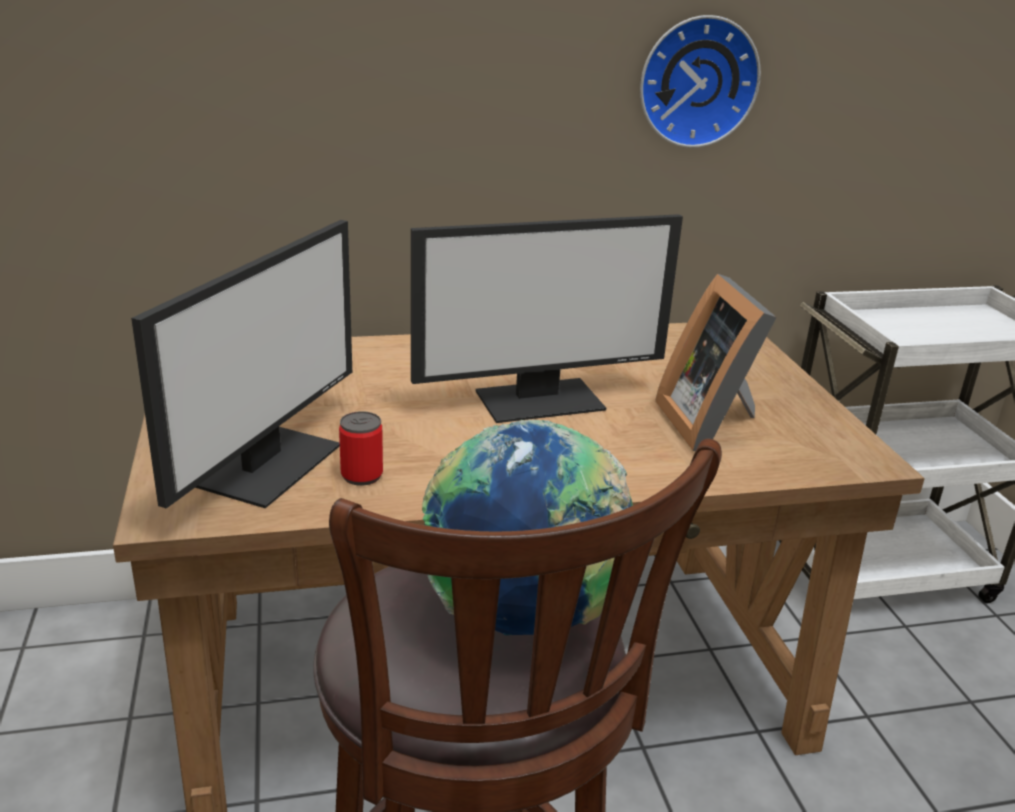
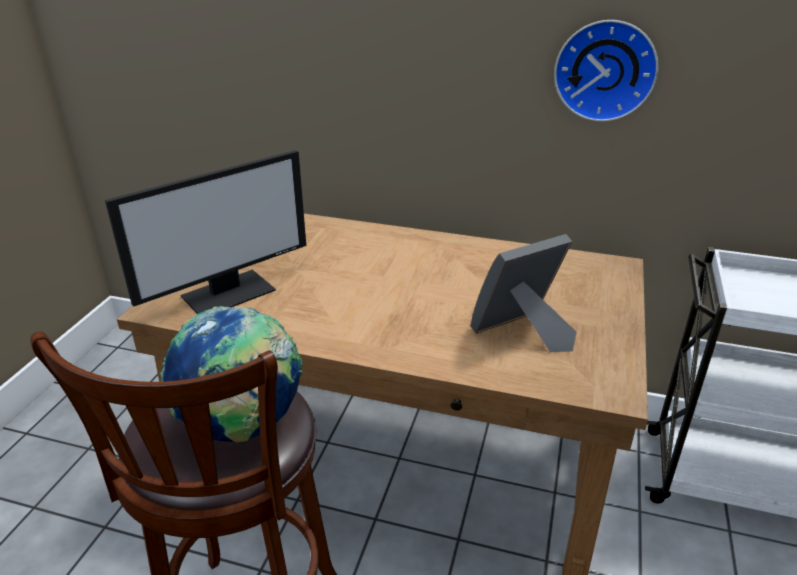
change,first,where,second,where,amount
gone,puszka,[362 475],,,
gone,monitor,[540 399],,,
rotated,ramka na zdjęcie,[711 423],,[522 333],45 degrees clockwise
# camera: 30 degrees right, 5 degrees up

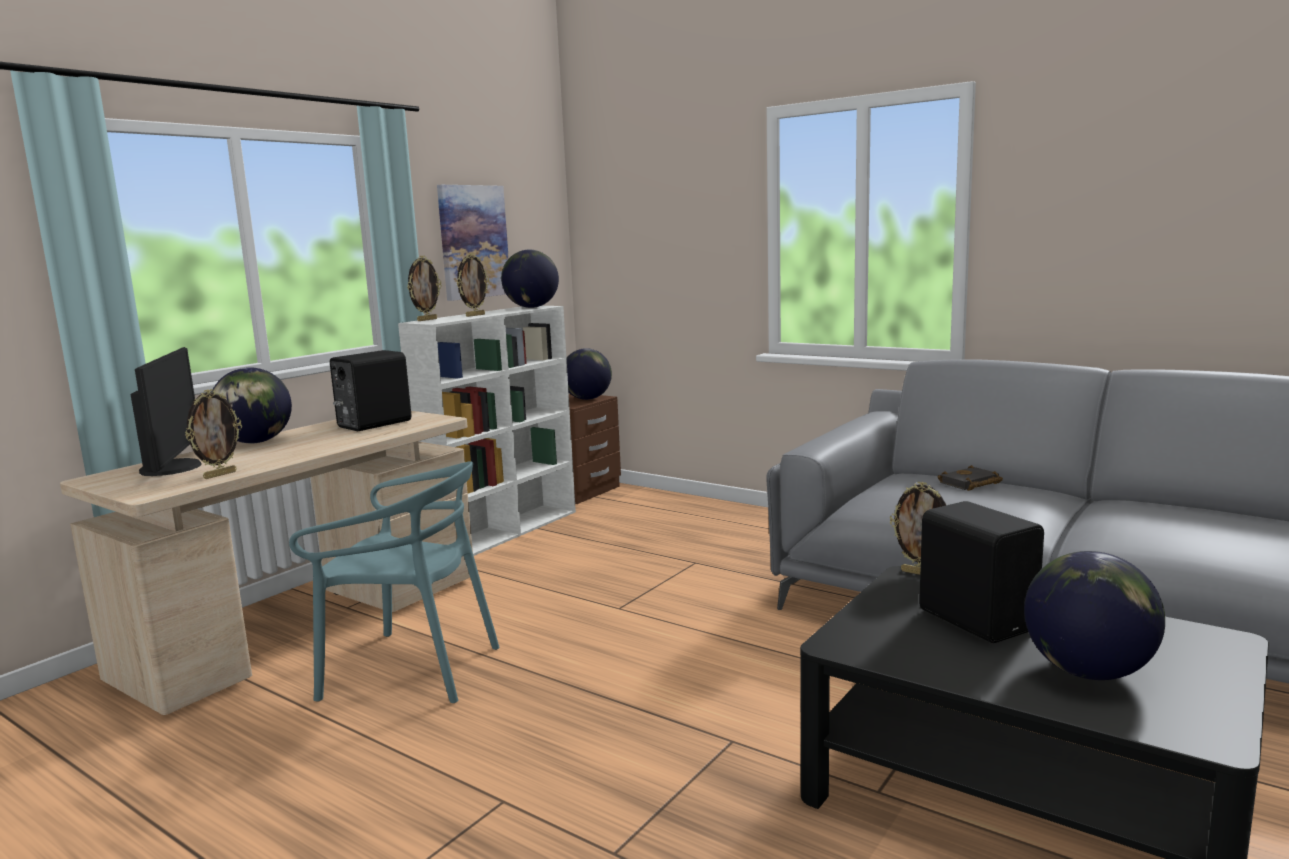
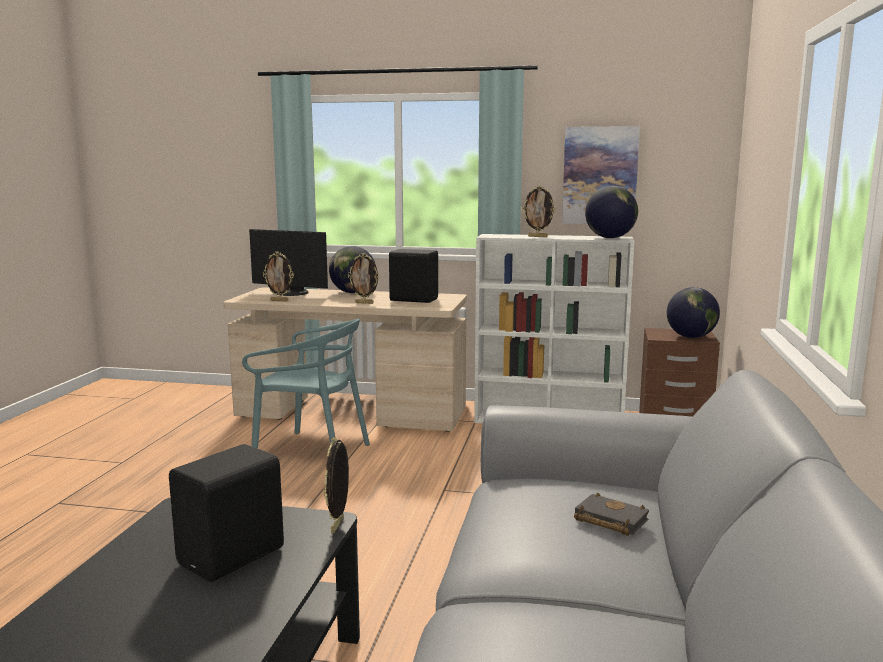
change,first,where,second,where,amount
gone,globus,[1087 672],,,
shifted,ramka na zdjęcie,[427 320],,[364 303],
rotated,monitor,[174 468],,[291 293],60 degrees clockwise
rotated,krzesło [turkusowy],[411 669],,[312 453],60 degrees counterclockwise
# camera: 65 degrees right, 0 degrees up

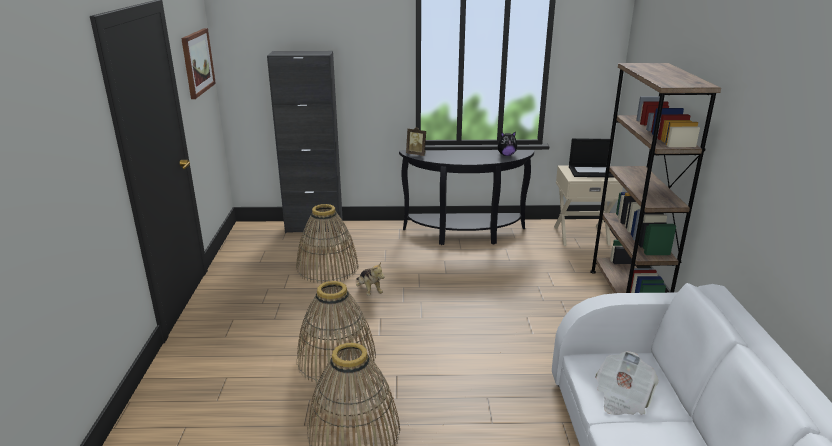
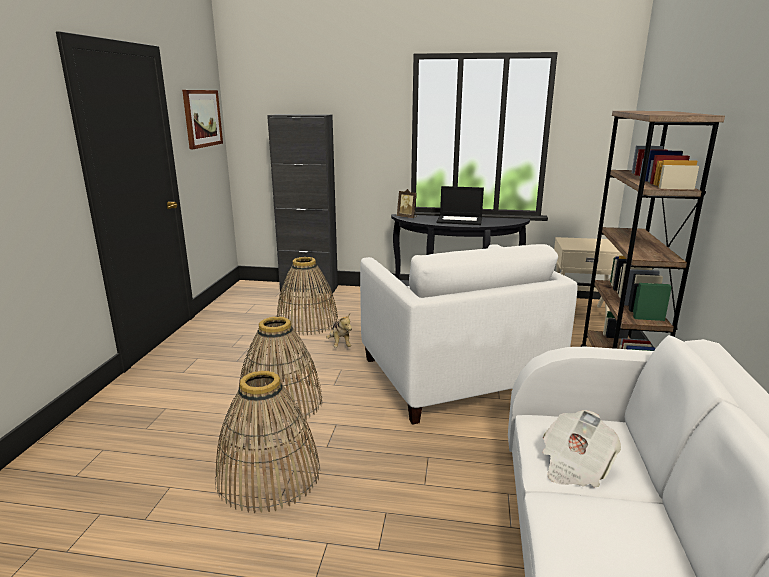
change,first,where,second,where,amount
gone,pluszak,[506 155],,,
new,,,fotel [biały],[455 375],
shifted,laptop,[592 171],,[460 220],
# camera: 10 degrees right, 5 degrees down

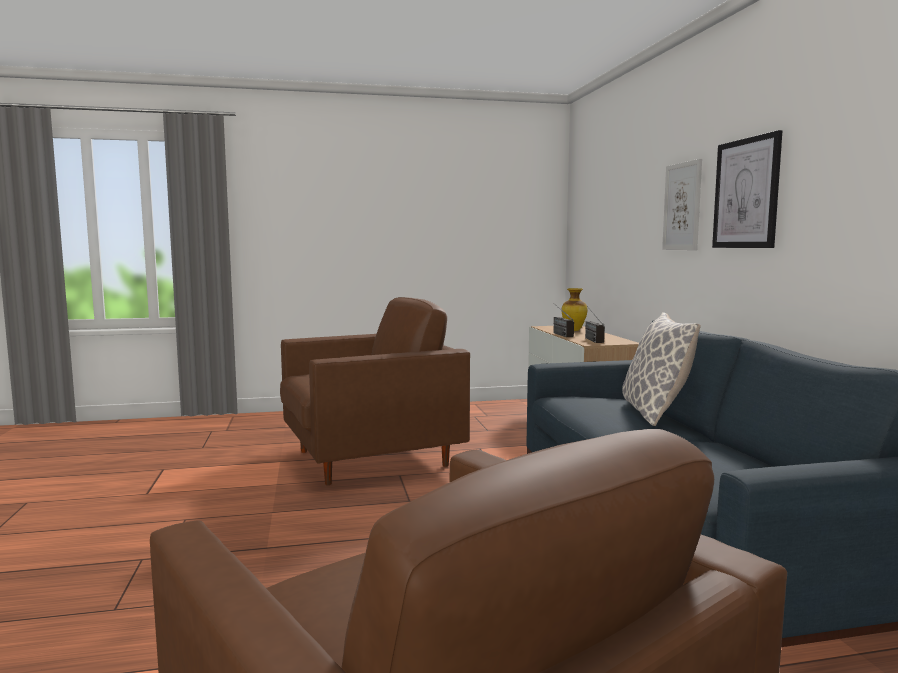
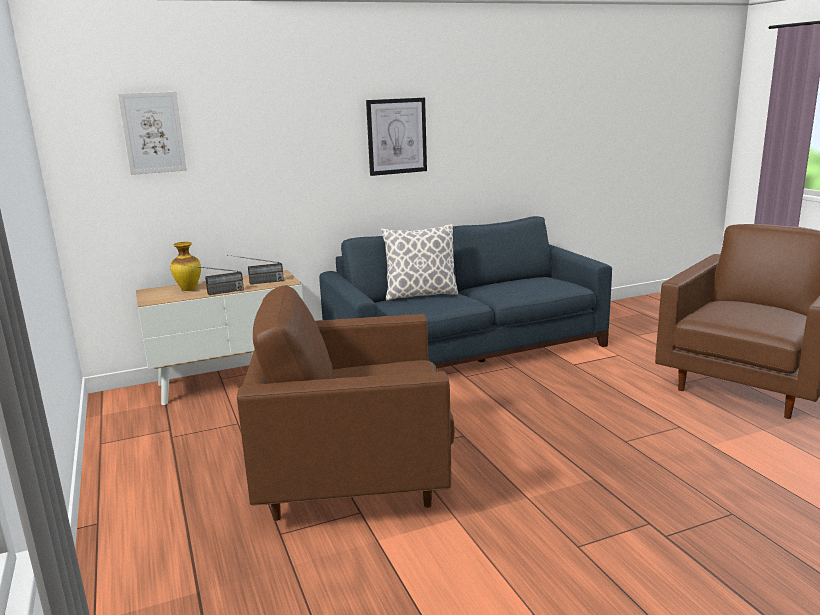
change,first,where,second,where,amount
shifted,obraz,[682 206],,[153 133],
rotated,fotel [brązowy],[370 459],,[354 476],60 degrees counterclockwise
# camera: 100 degrees left, 10 degrees up

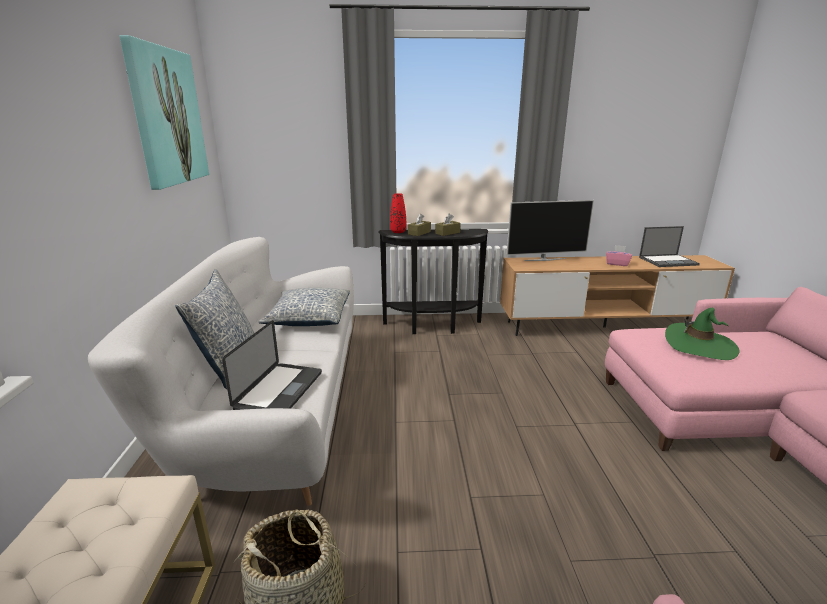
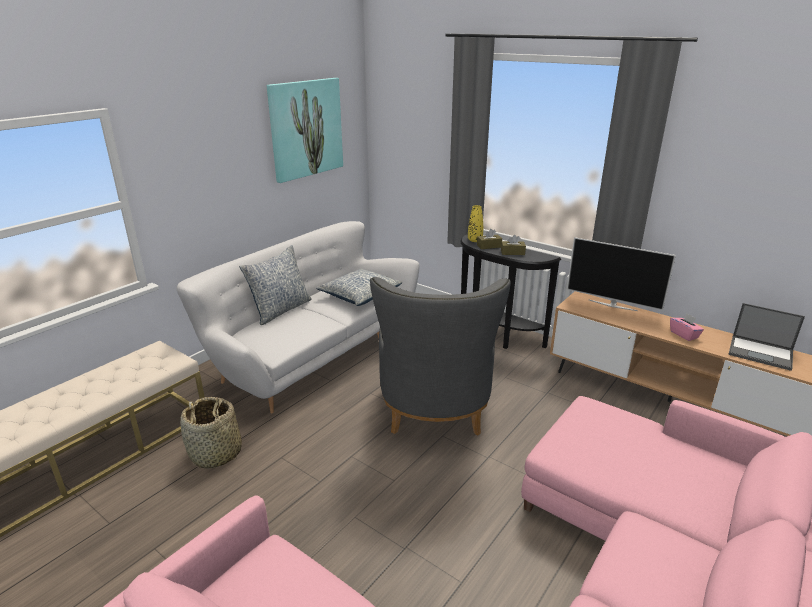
change,first,where,second,where,amount
gone,laptop,[279 391],,,
gone,kapelusz [zielony],[700 345],,,
new,,,fotel [szary],[434 416],
repainted,wazon [czerwony],[398 232],wazon [żółty],[475 240],
# camera: 40 degrees right, 5 degrees up

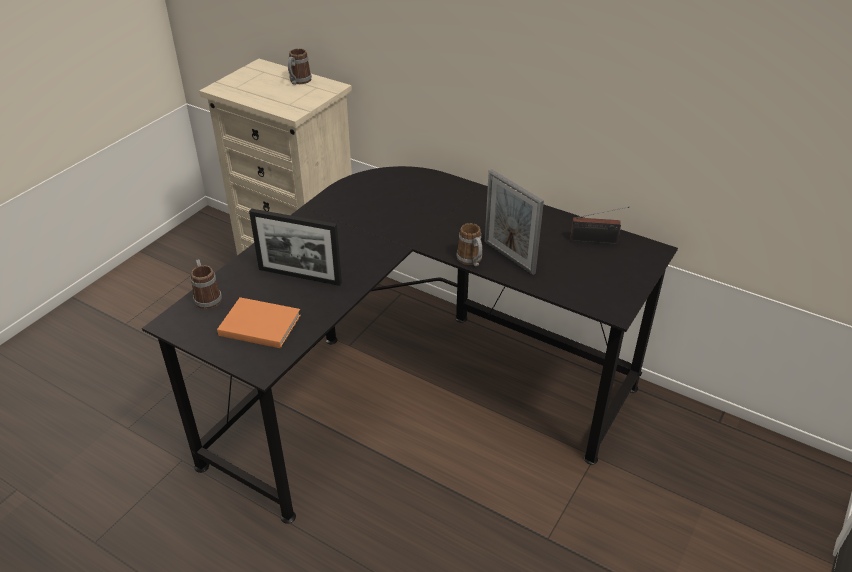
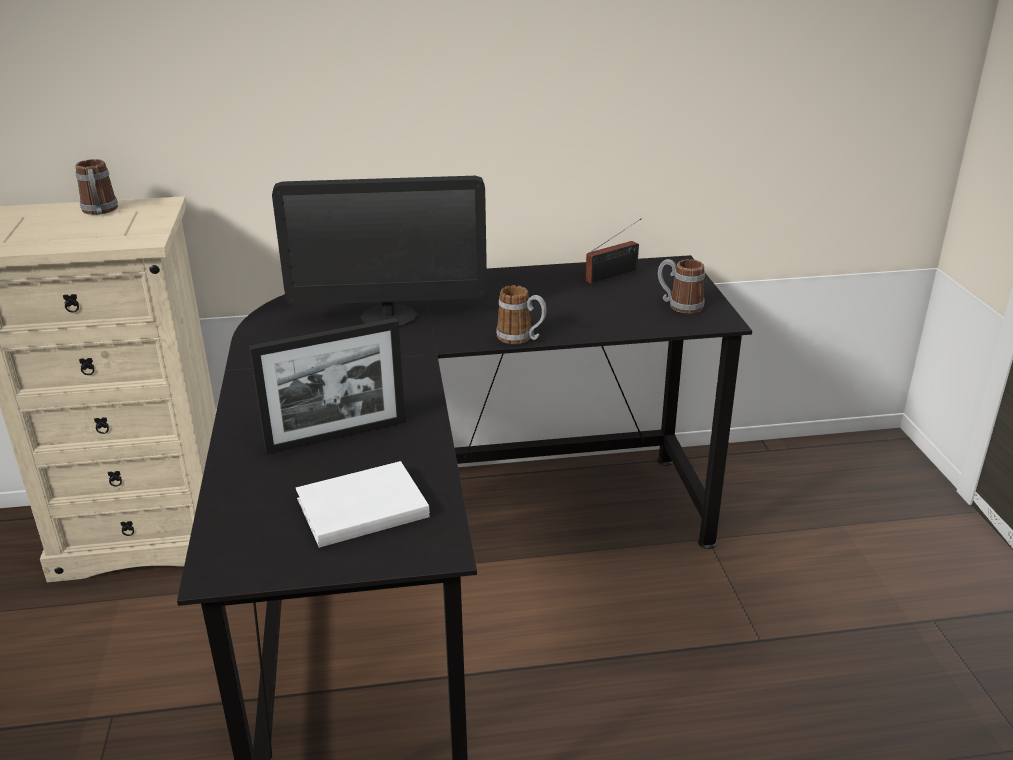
change,first,where,second,where,amount
gone,ramka na zdjęcie,[509 257],,,
new,,,monitor,[389 316],
shifted,kubek,[207 297],,[679 305],
repainted,książka [pomarańczowy],[258 324],książka [biały],[358 508],
# camera: 40 degrees left, 10 degrees down

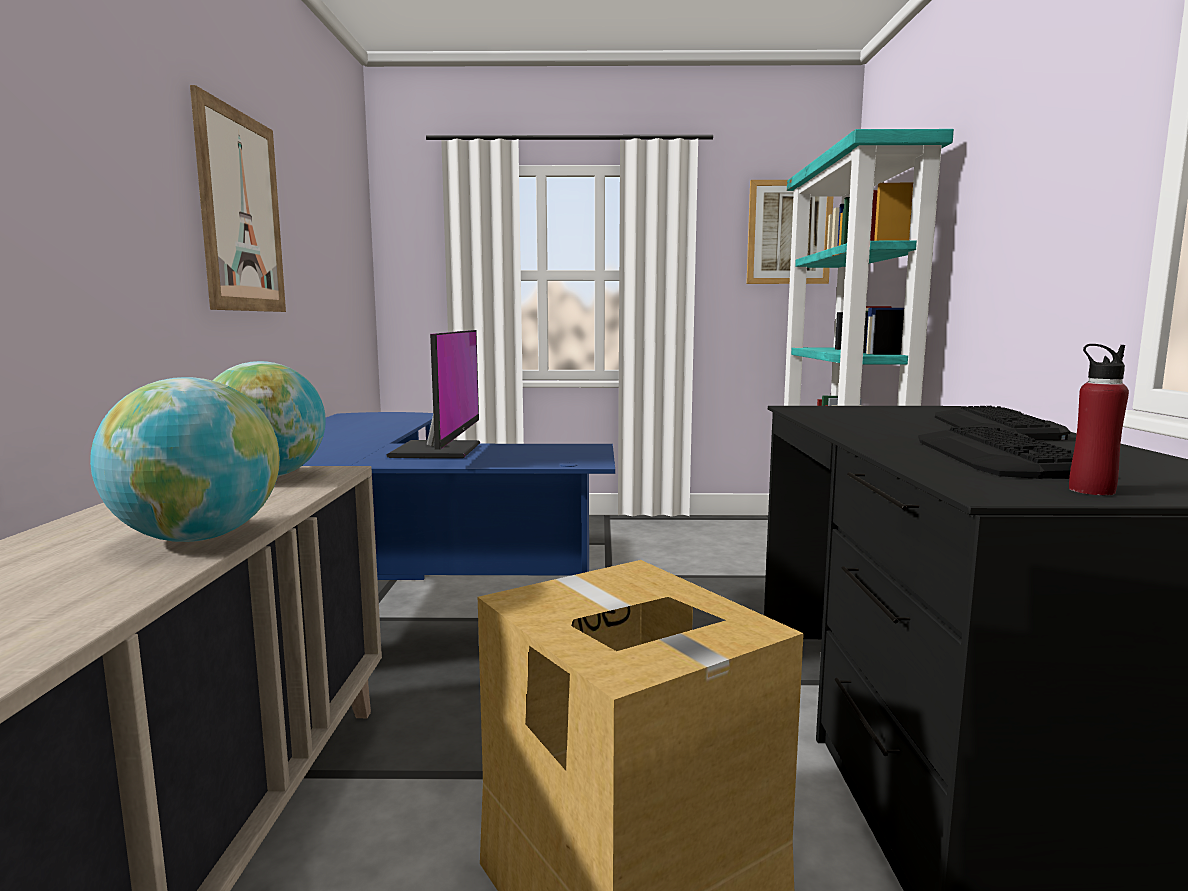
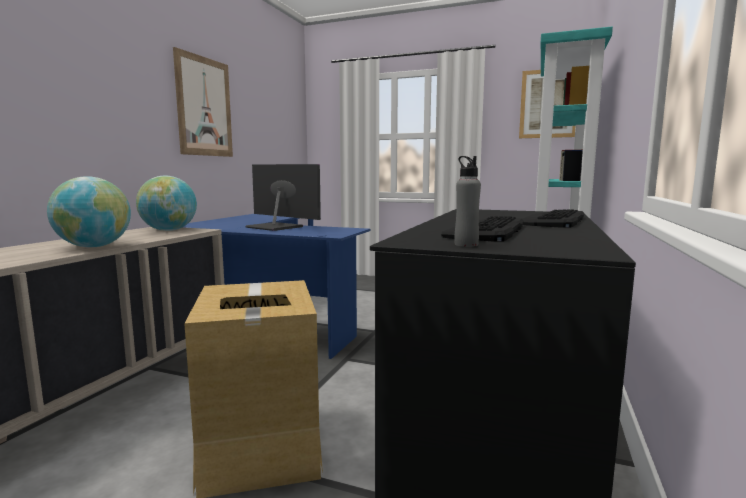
change,first,where,second,where,amount
repainted,butelka [czerwony],[1091 490],butelka [szary],[466 244],
rotated,monitor,[439 450],,[275 227],75 degrees counterclockwise
# camera: 20 degrees right, 0 degrees up

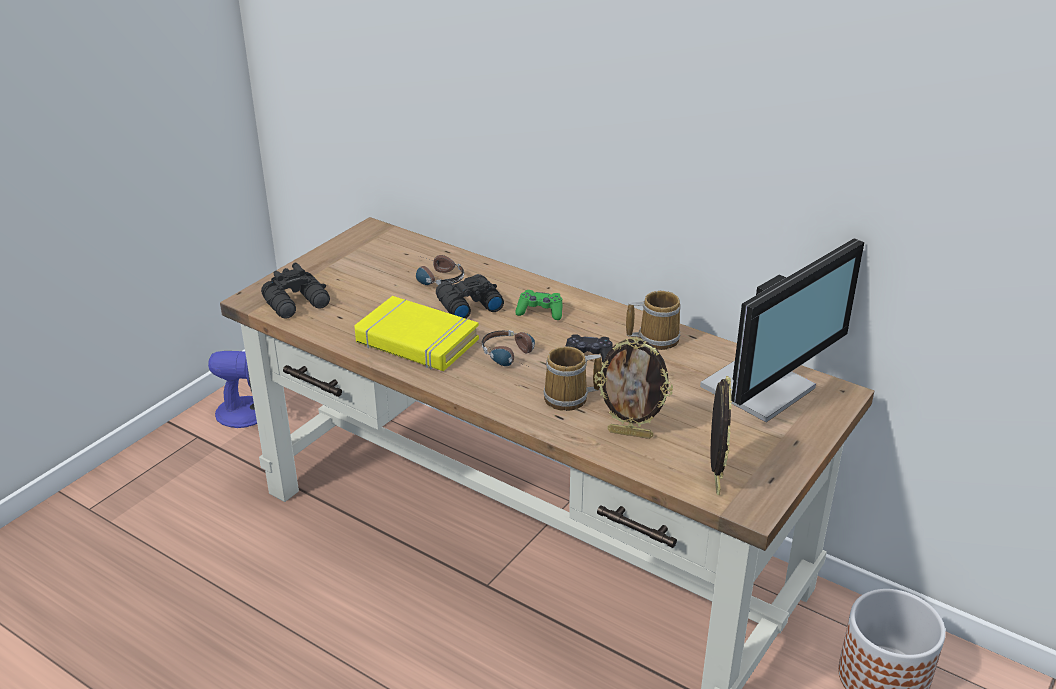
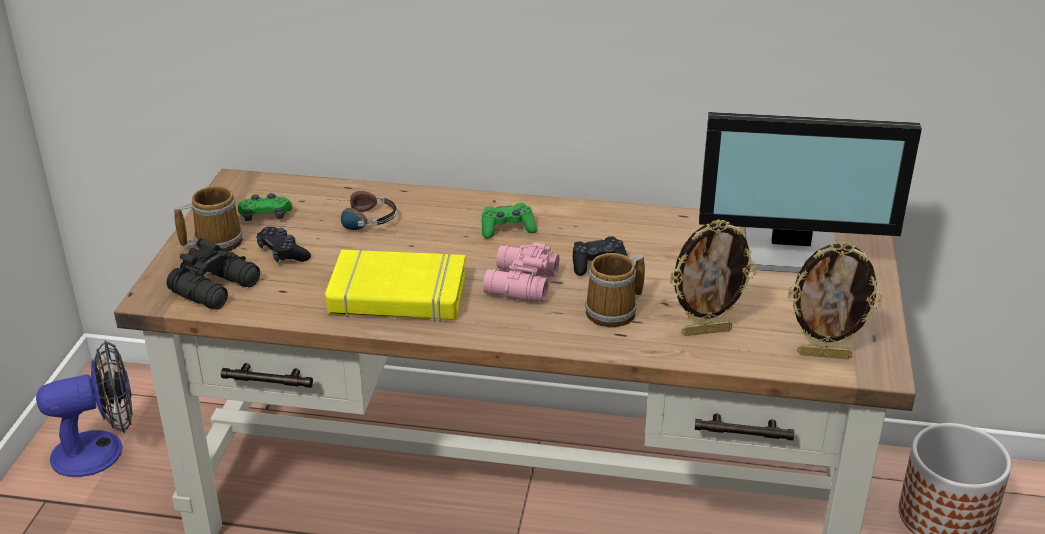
change,first,where,second,where,amount
gone,lornetka [czarny],[468 305],,,
new,,,pad do gier [zielony],[265 216],
new,,,pad do gier [czarny],[283 253],
shifted,kubek,[655 338],,[215 242],
swapped,słuchawki,[513 357],lornetka [różowy],[519 284],
rotated,monitor,[762 388],,[792 250],75 degrees clockwise
rotated,ramka na zdjęcie,[714 480],,[824 354],120 degrees clockwise
# camera: 25 degrees left, 0 degrees up

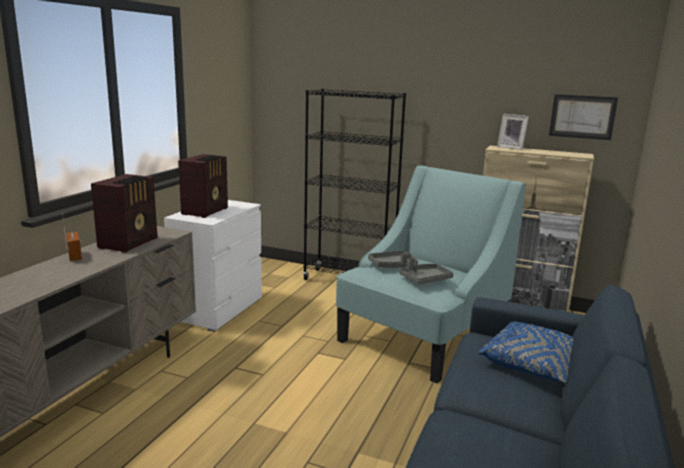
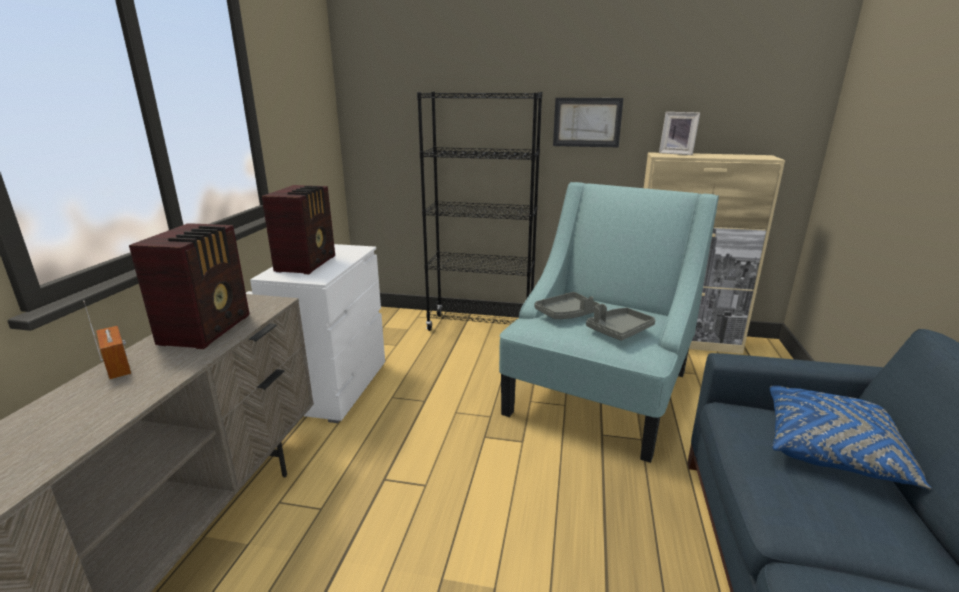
change,first,where,second,where,amount
shifted,obraz,[582 116],,[587 122],
# camera: 10 degrees left, 5 degrees up

